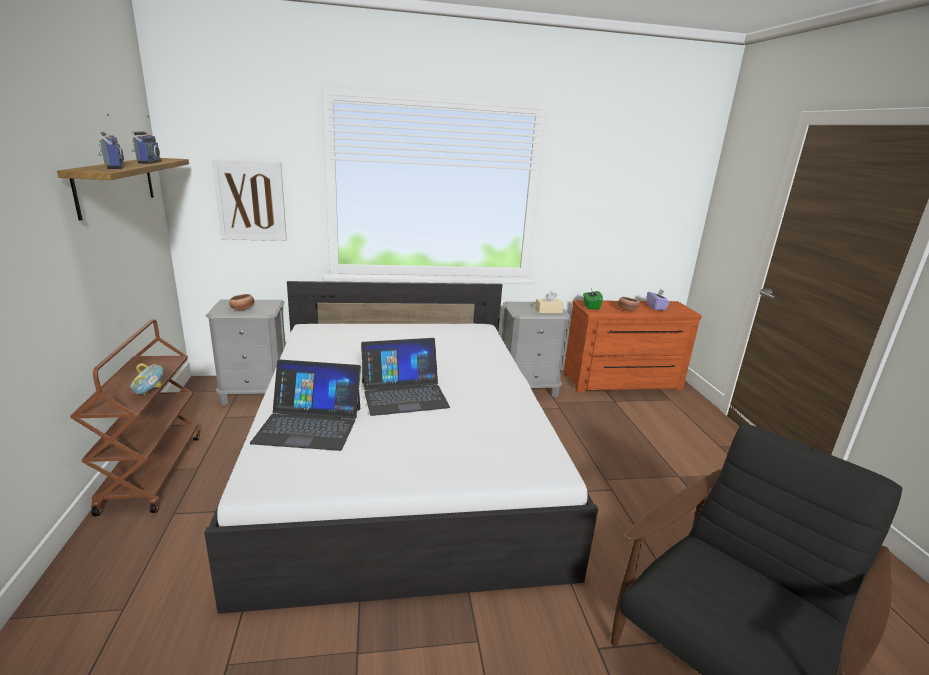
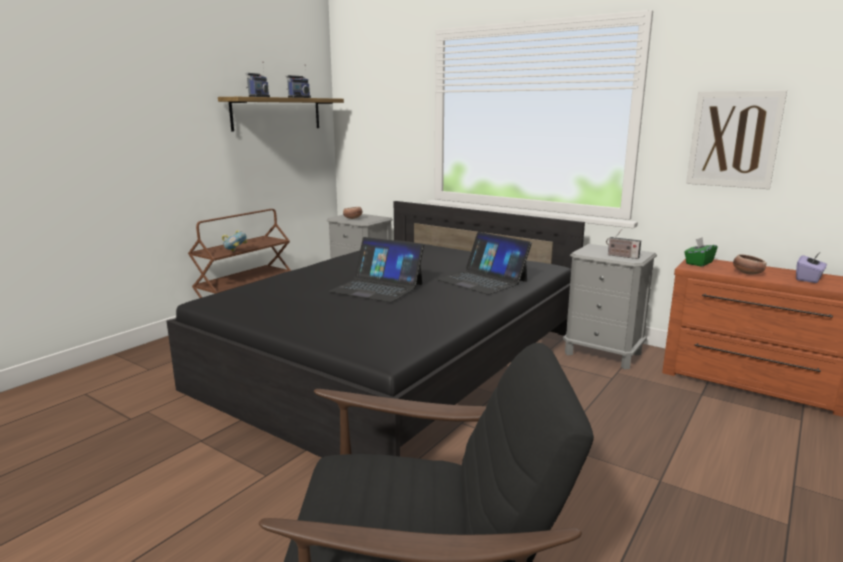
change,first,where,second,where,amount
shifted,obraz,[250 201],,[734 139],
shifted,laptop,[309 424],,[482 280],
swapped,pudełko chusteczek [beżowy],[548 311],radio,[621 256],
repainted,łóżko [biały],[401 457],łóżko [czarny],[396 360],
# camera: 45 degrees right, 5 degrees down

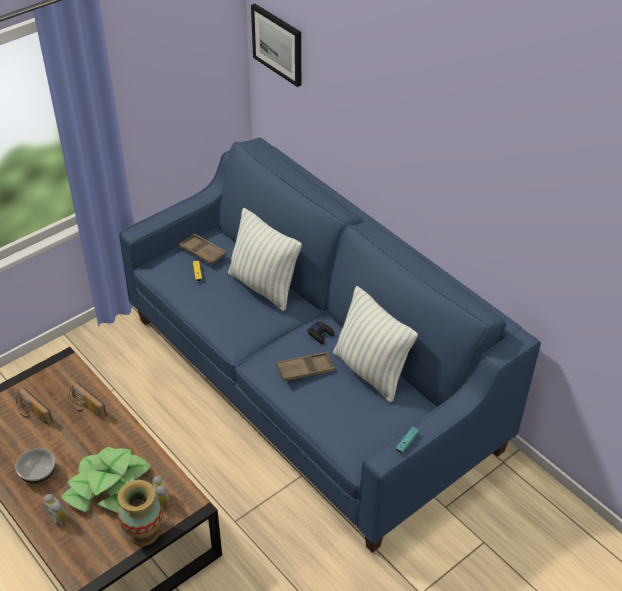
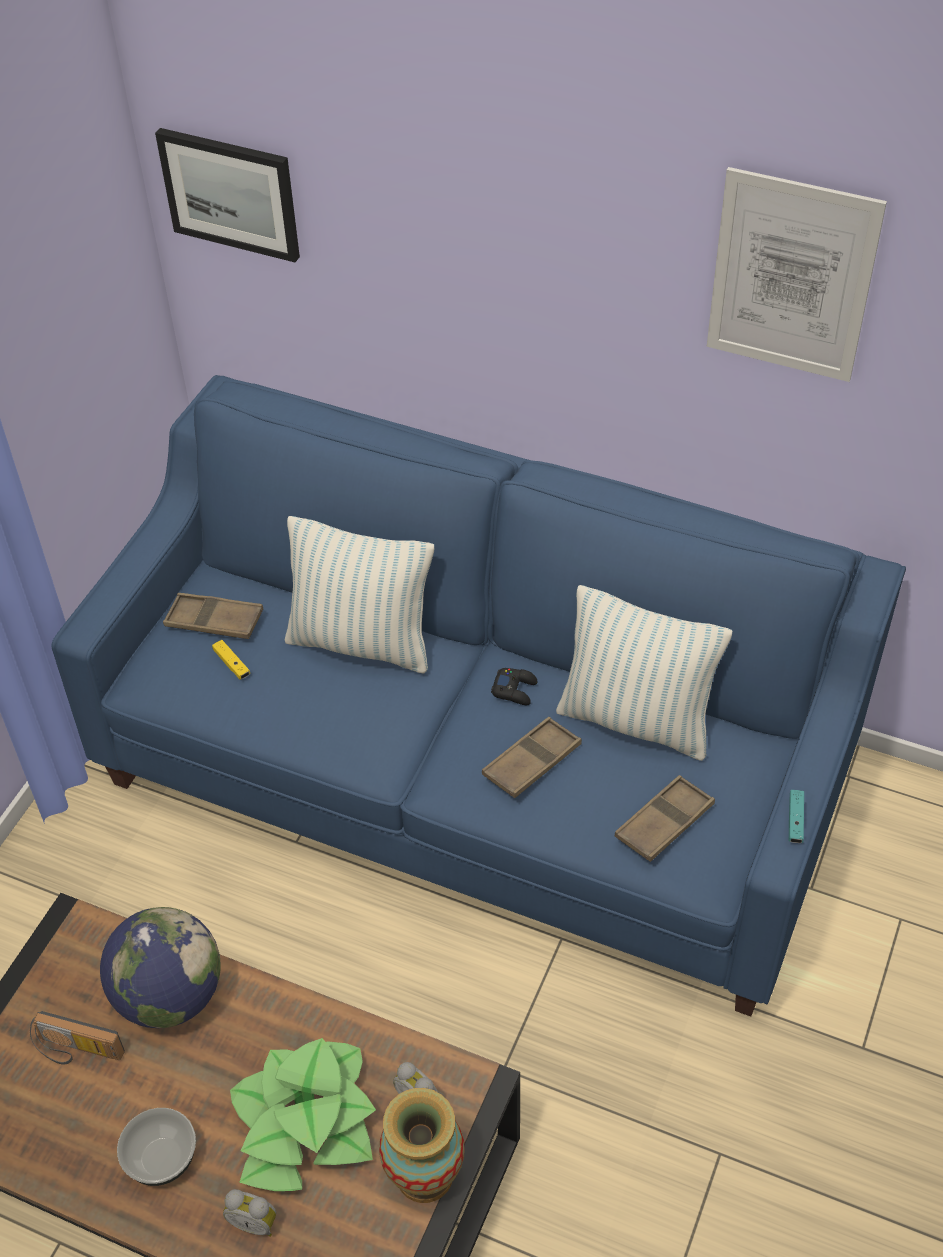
change,first,where,second,where,amount
new,,,taca [brązowy],[664 823],
new,,,obraz,[791 277],
swapped,radio,[86 408],globus,[170 995],
# camera: 25 degrees left, 5 degrees up

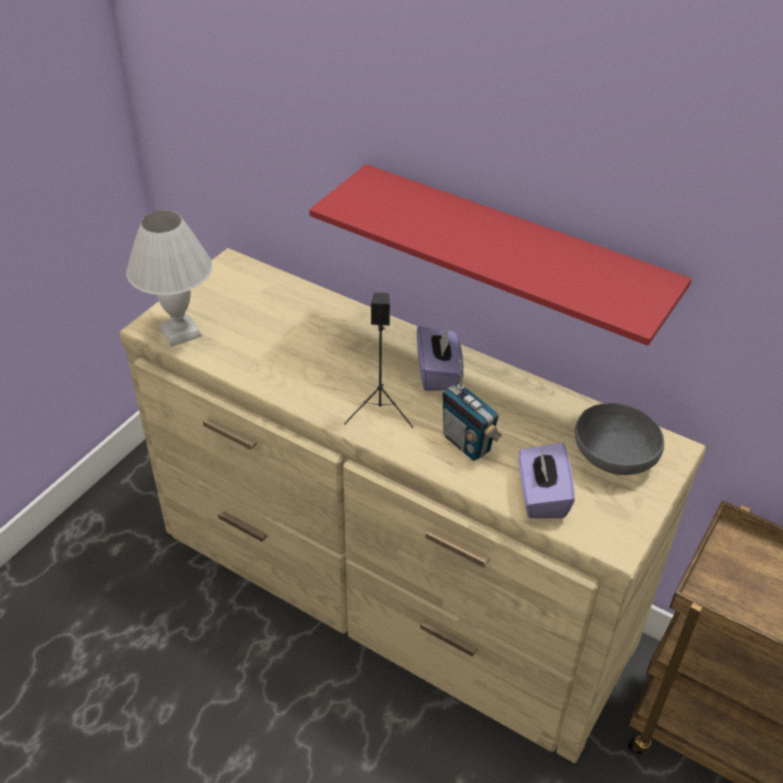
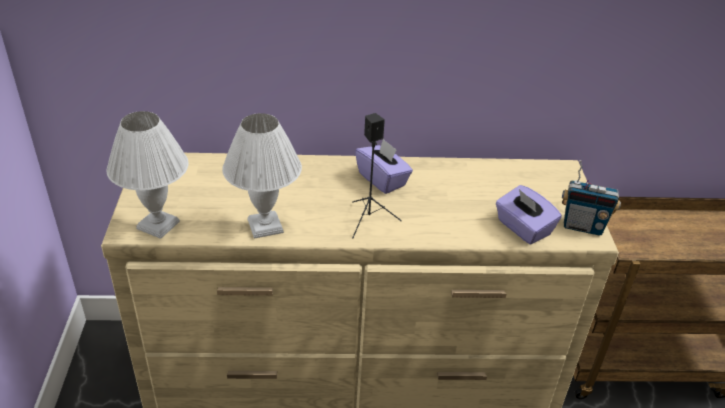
change,first,where,second,where,amount
gone,półka [czerwony],[513 253],,,
gone,miska [szary],[612 458],,,
new,,,lampa stołowa [biały],[266 226],
shifted,radio,[467 443],,[582 226],
# camera: 35 degrees left, 5 degrees down

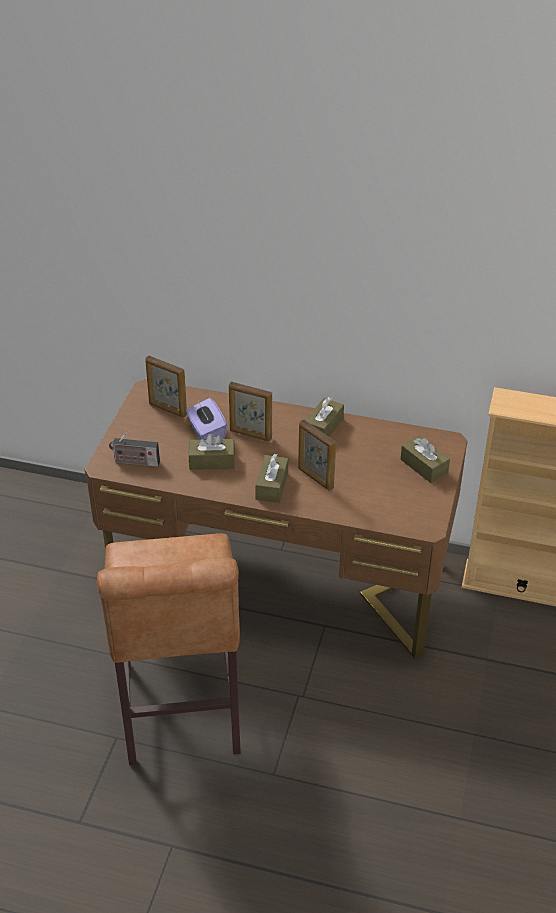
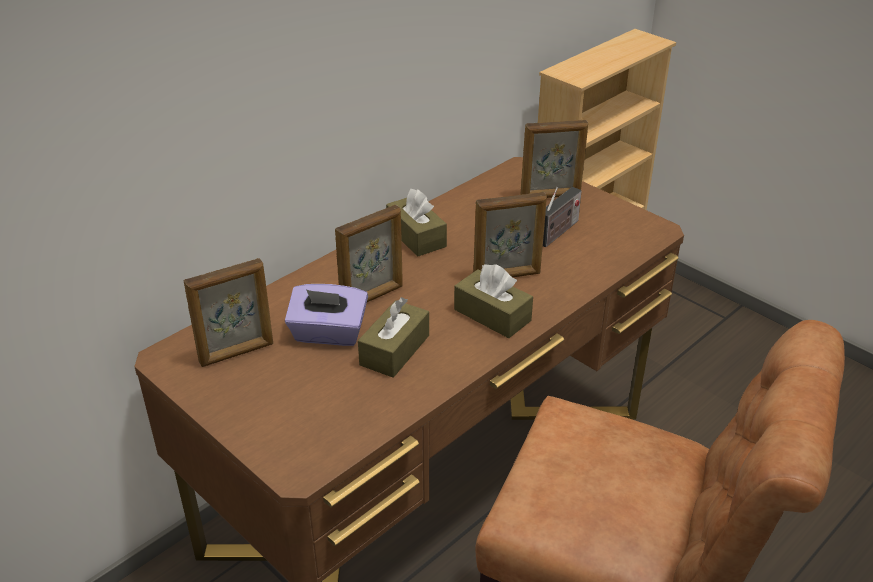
change,first,where,second,where,amount
shifted,radio,[135 462],,[556 234],
swapped,pudełko chusteczek [brązowy],[424 466],ramka na zdjęcie,[550 196],
# camera: 60 degrees left, 5 degrees down

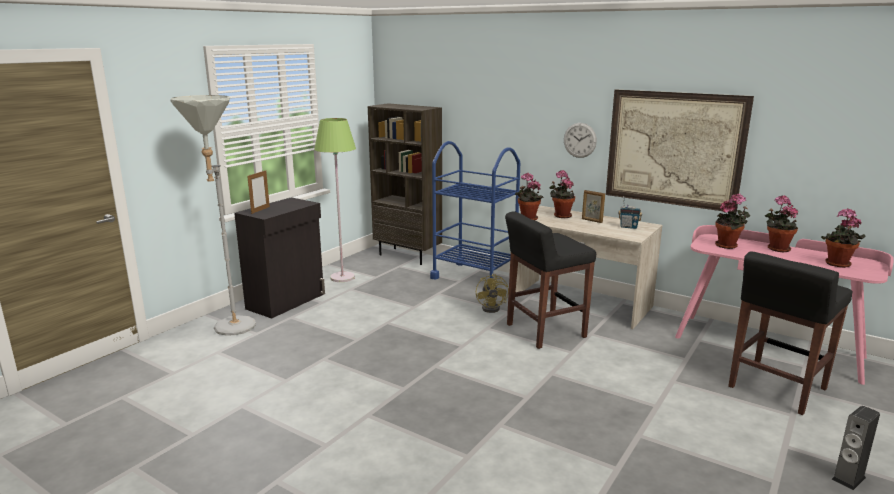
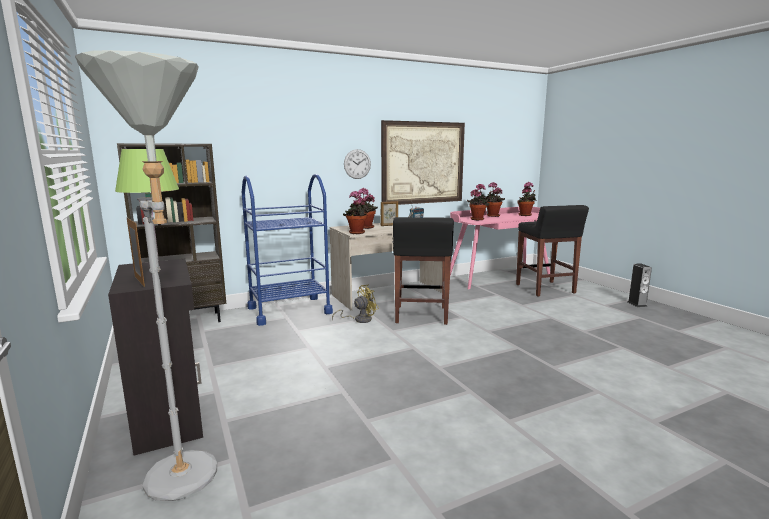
change,first,where,second,where,amount
rotated,wentylator [żółty],[493 308],,[359 319],60 degrees counterclockwise
# camera: 60 degrees left, 5 degrees down

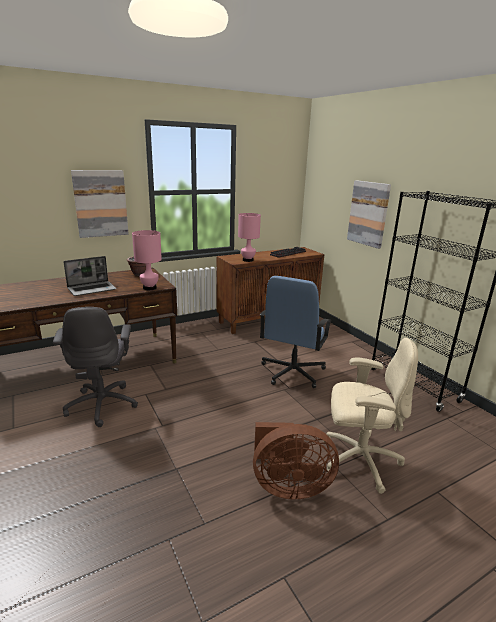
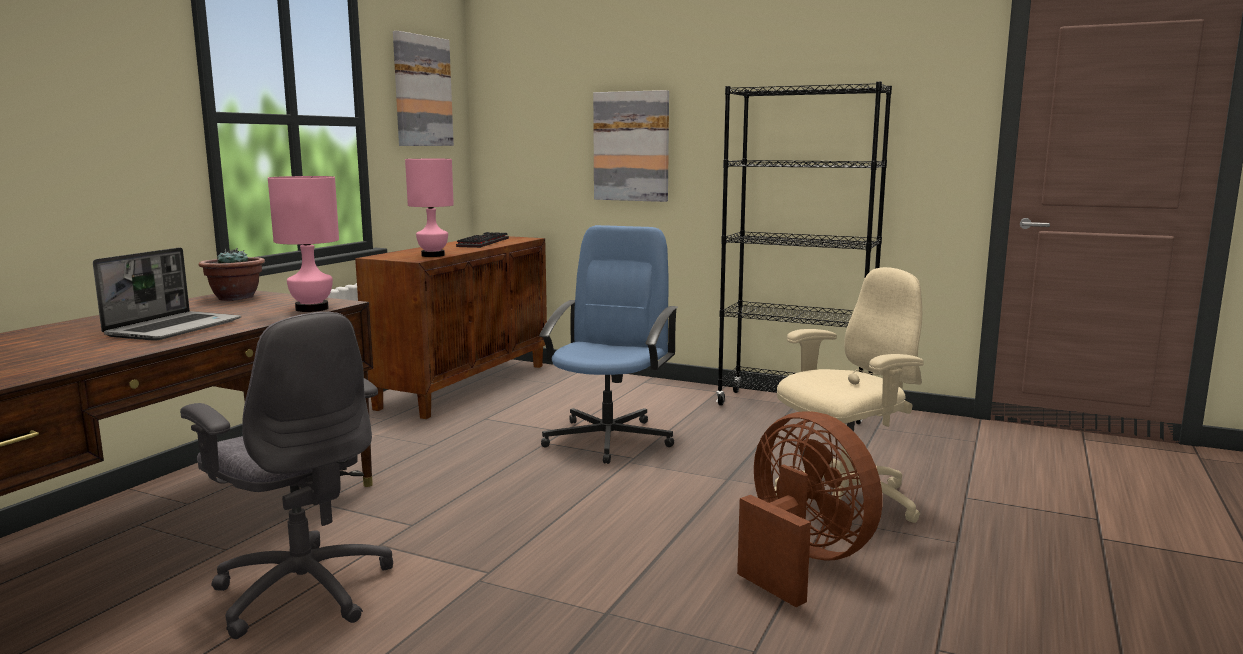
change,first,where,second,where,amount
shifted,obraz,[100 203],,[422 91],
rotated,wentylator [brązowy],[288 486],,[801 561],90 degrees counterclockwise
rotated,krzesło biurowe [niebieski],[292 372],,[609 439],150 degrees counterclockwise
# camera: 35 degrees left, 10 degrees down

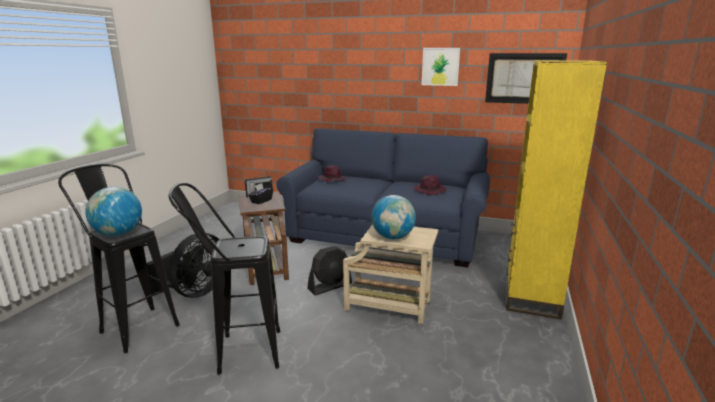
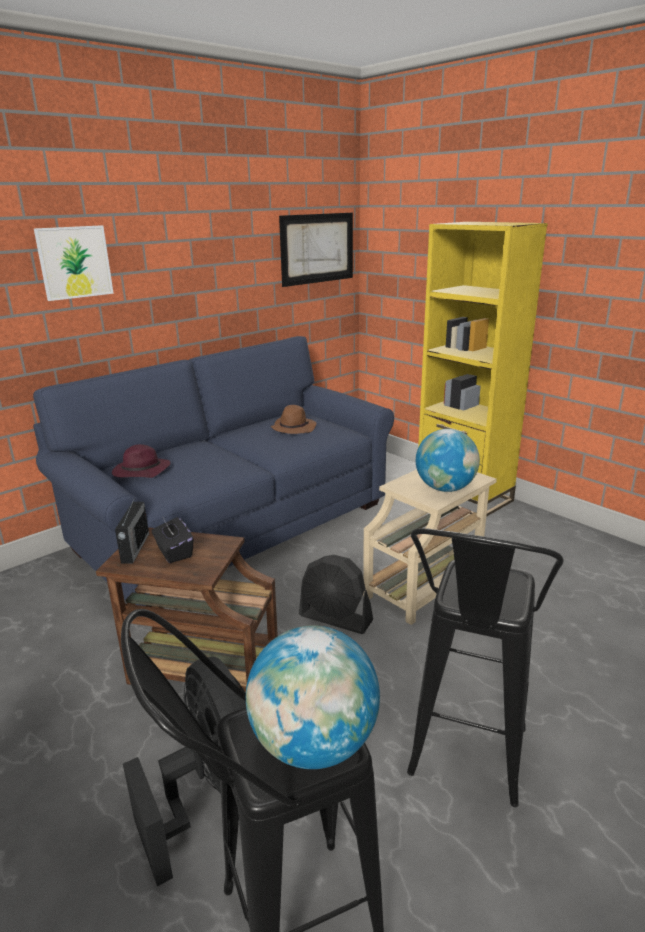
change,first,where,second,where,amount
shifted,obraz,[440 66],,[74 262],
repainted,kapelusz [fioletowy],[430 190],kapelusz [brązowy],[293 428],
rotated,wentylator [czarny],[330 286],,[335 618],120 degrees clockwise
# camera: 60 degrees left, 5 degrees up

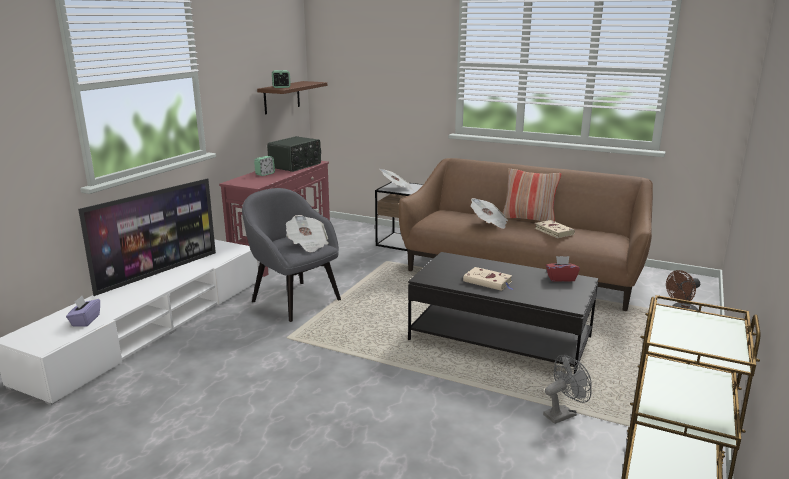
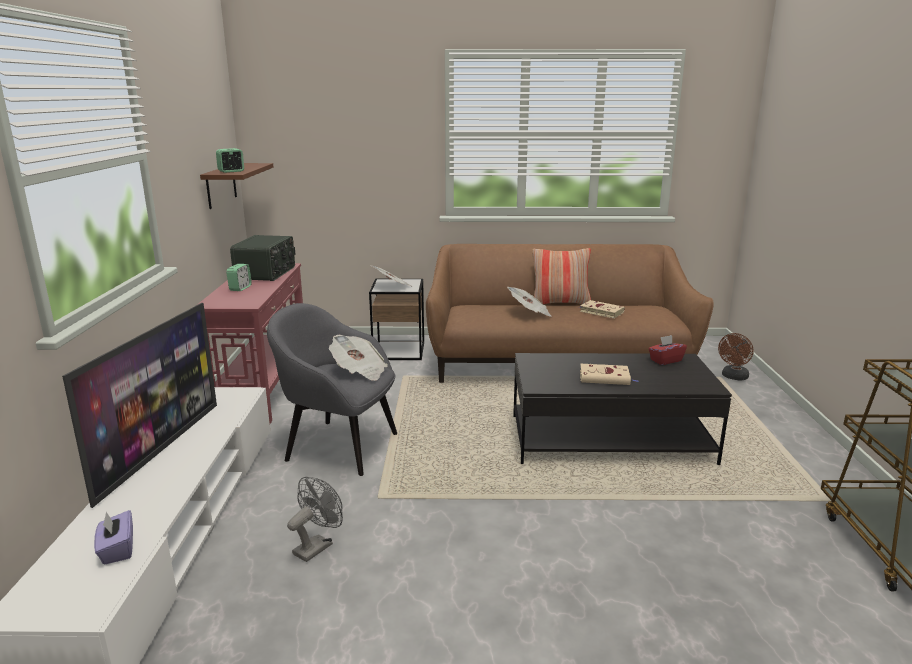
change,first,where,second,where,amount
shifted,wentylator [szary],[563 414],,[317 546],
# camera: 25 degrees left, 0 degrees up

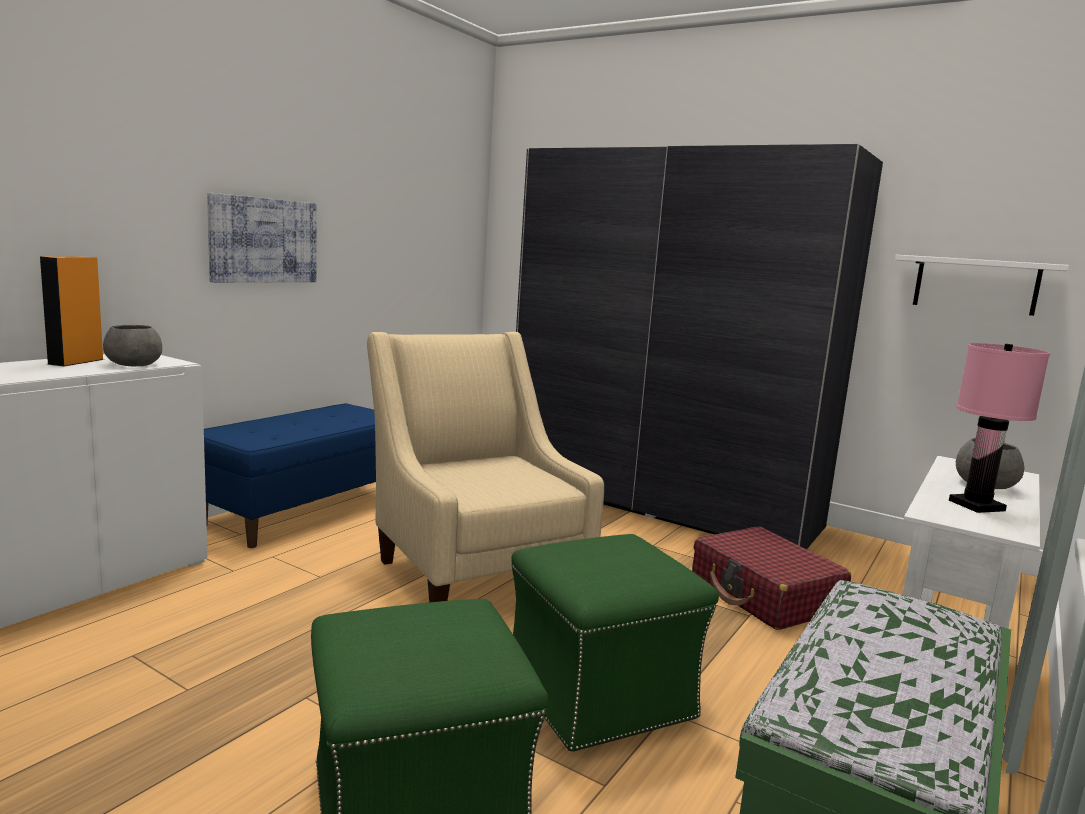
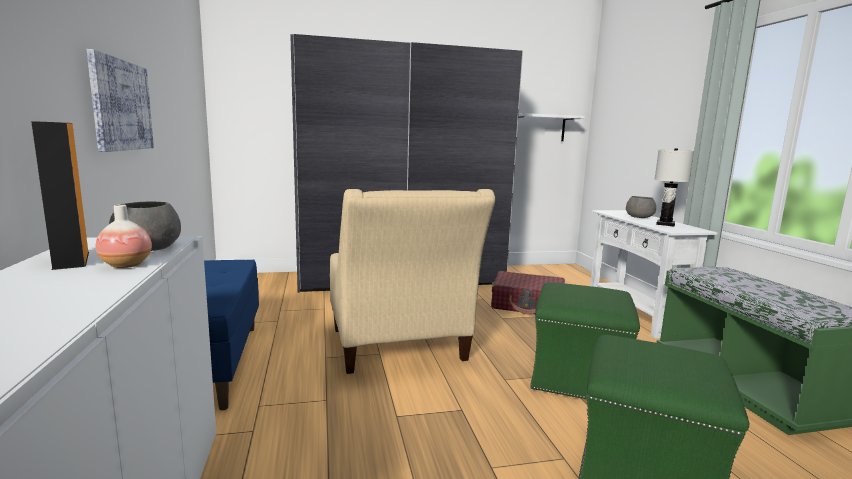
change,first,where,second,where,amount
new,,,wazon,[126 265],
repainted,lampa stołowa [różowy],[977 506],lampa stołowa [biały],[665 224],
rotated,fotel [beżowy],[474 568],,[399 349],120 degrees counterclockwise
# camera: 45 degrees left, 0 degrees up

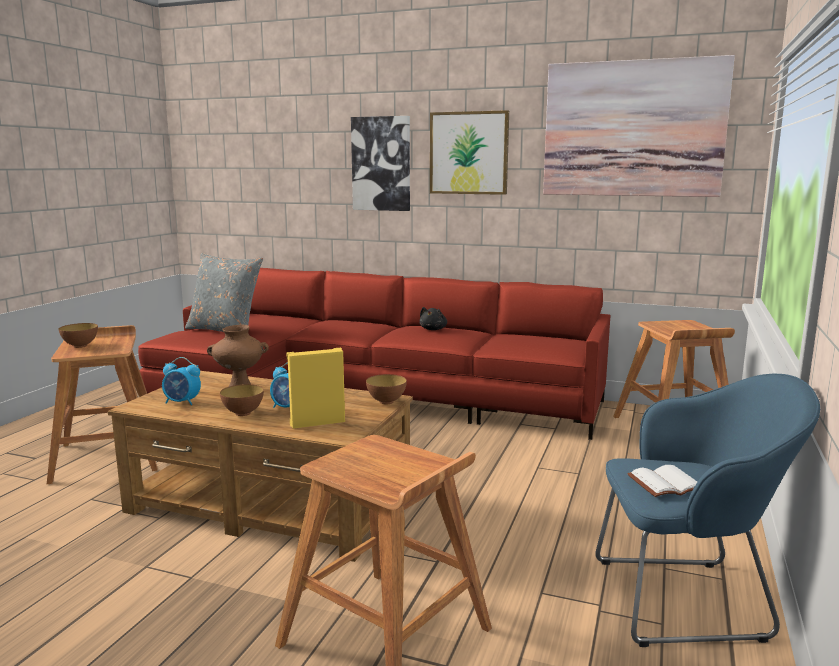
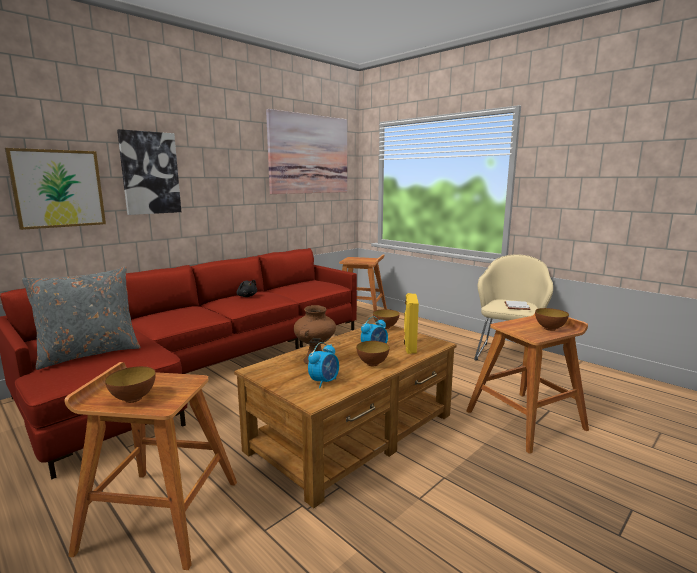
change,first,where,second,where,amount
new,,,miska,[549 329],
shifted,obraz,[469 153],,[58 188],
repainted,fotel [niebieski],[688 600],fotel [beżowy],[508 354],
# camera: 65 degrees left, 0 degrees up

